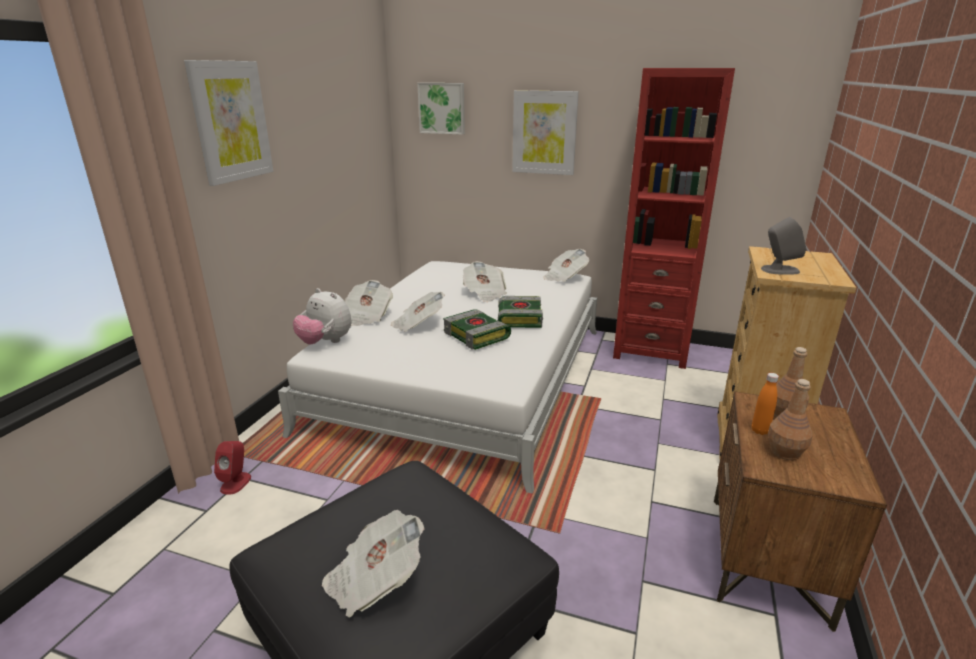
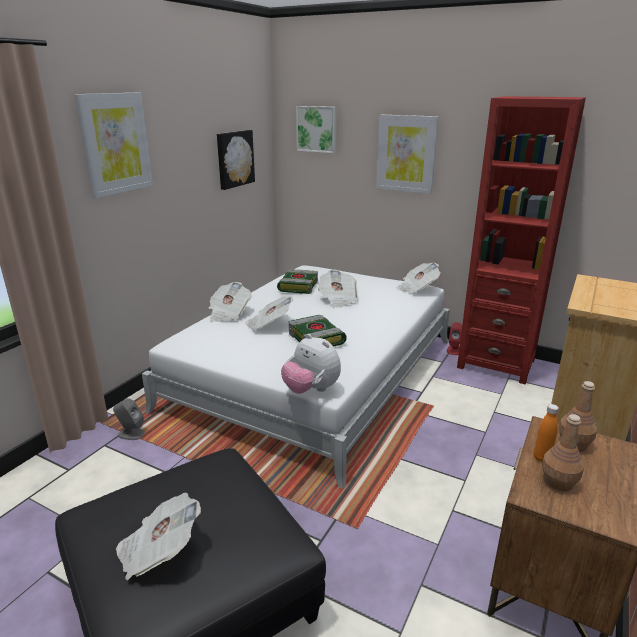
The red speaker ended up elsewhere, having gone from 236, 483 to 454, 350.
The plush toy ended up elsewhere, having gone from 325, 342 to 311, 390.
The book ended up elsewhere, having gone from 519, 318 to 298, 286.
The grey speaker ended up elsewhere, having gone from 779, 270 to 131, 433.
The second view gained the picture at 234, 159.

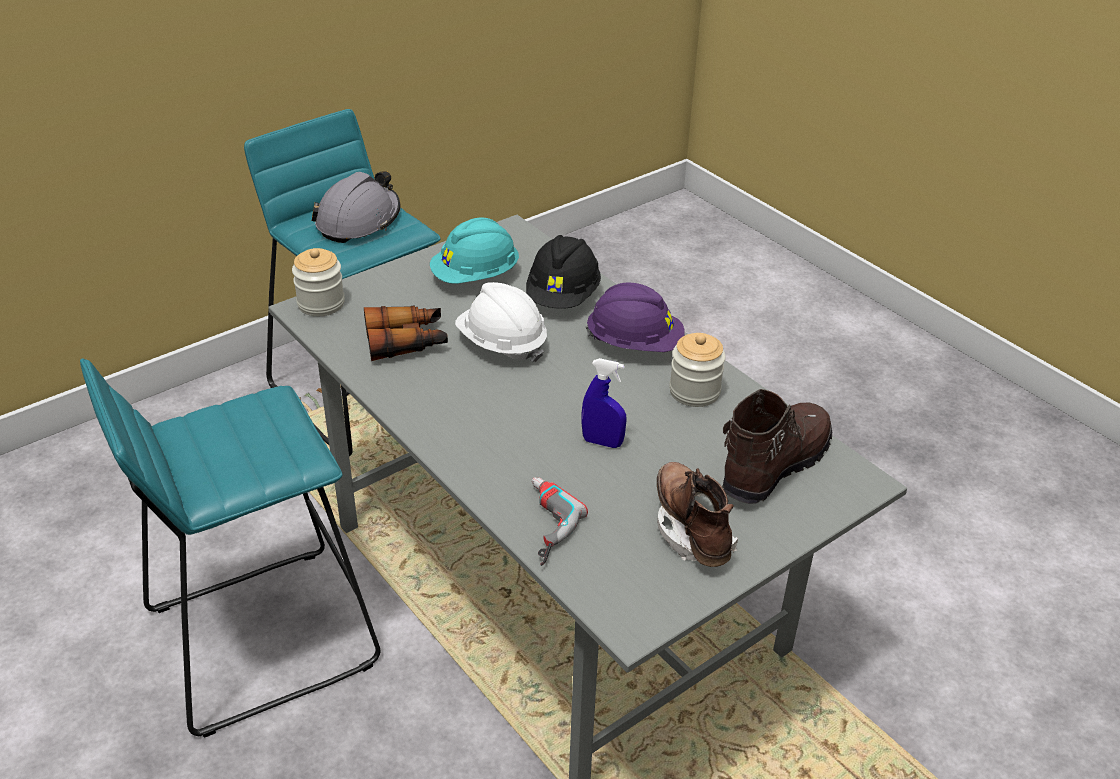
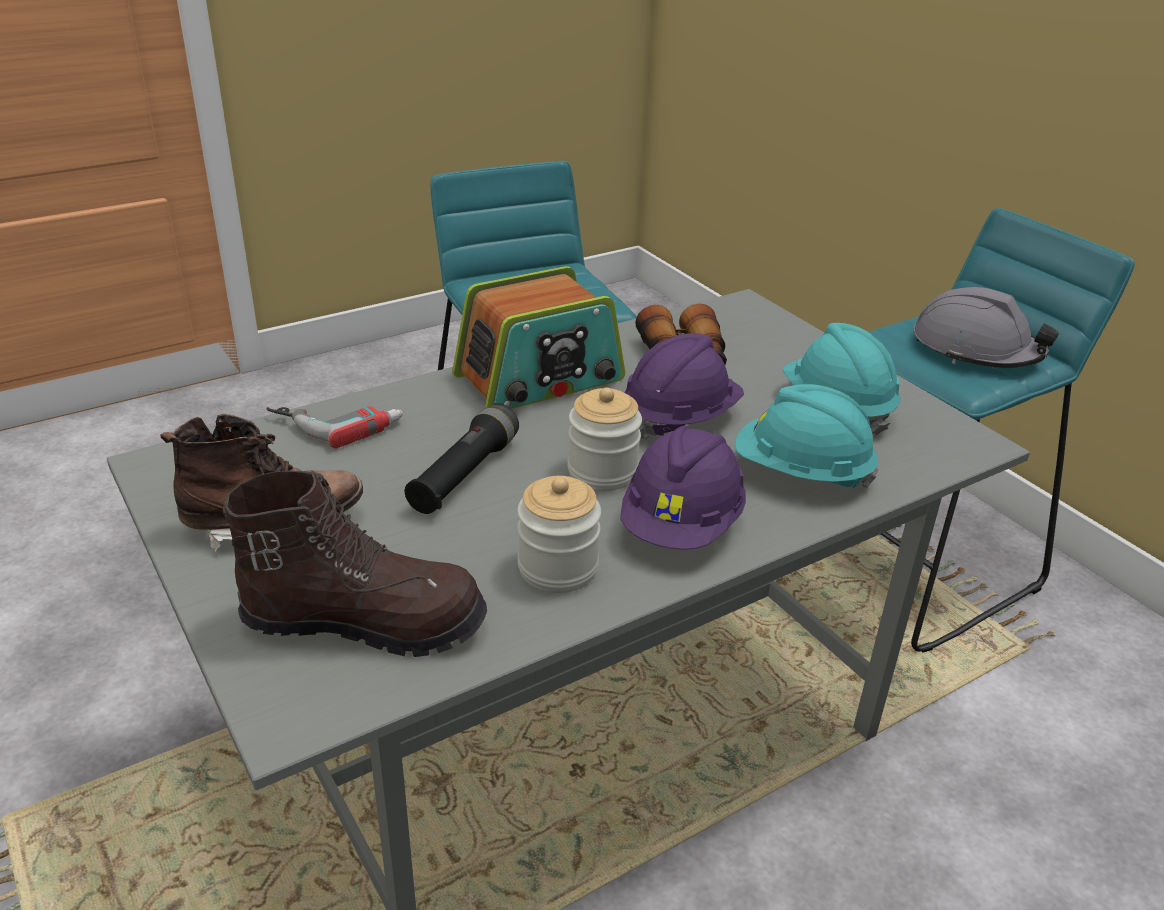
The jar ended up elsewhere, having gone from 321, 304 to 602, 472.
What was the white hard hat at 501, 344 turned into the purple hard hat at 679, 418.
What was the black hard hat at 563, 296 turned into the turquoise hard hat at 801, 473.
Where the blue spray bottle stood at 602, 442, the black flashlight came to stand at 464, 475.
The brown boot at 773, 466 ended up facing another way, 45 degrees counterclockwise from before.
The second view gained the radio at 540, 379.

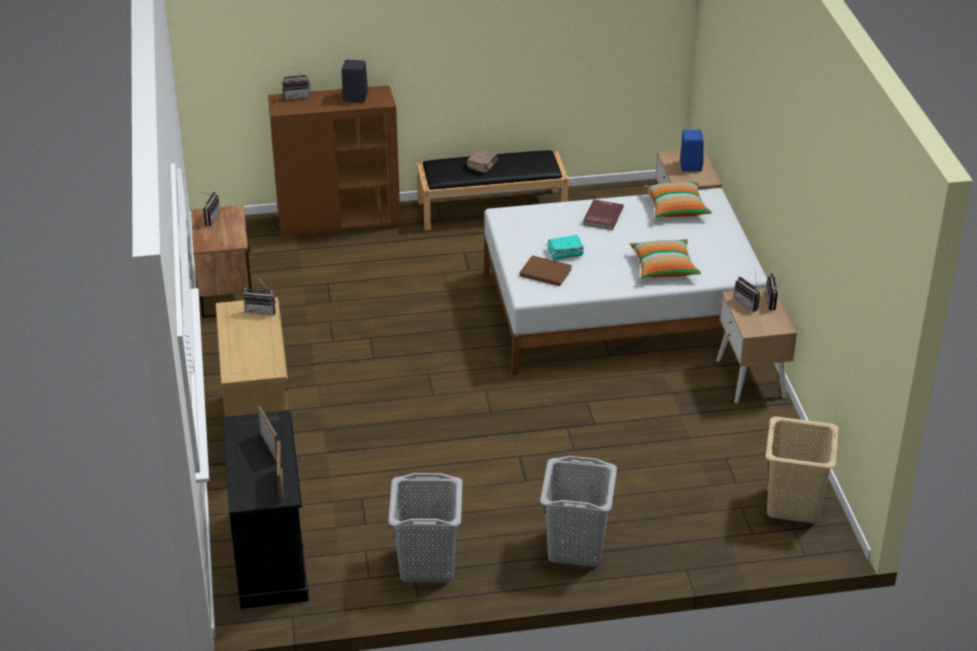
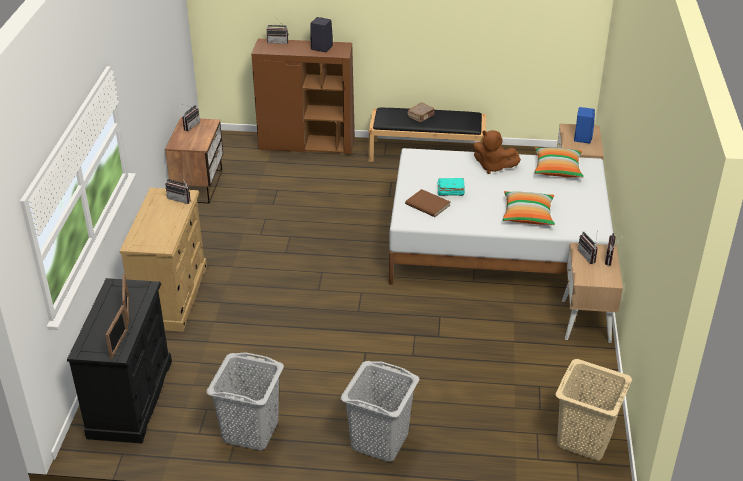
Where the red book stood at 602, 216, the brown plush toy came to stand at 493, 167.

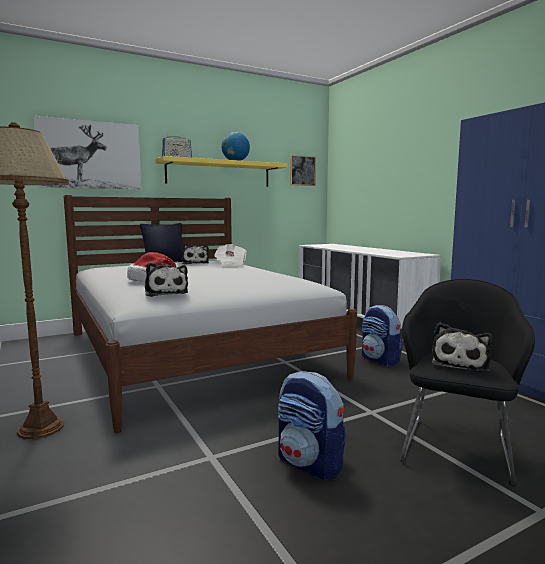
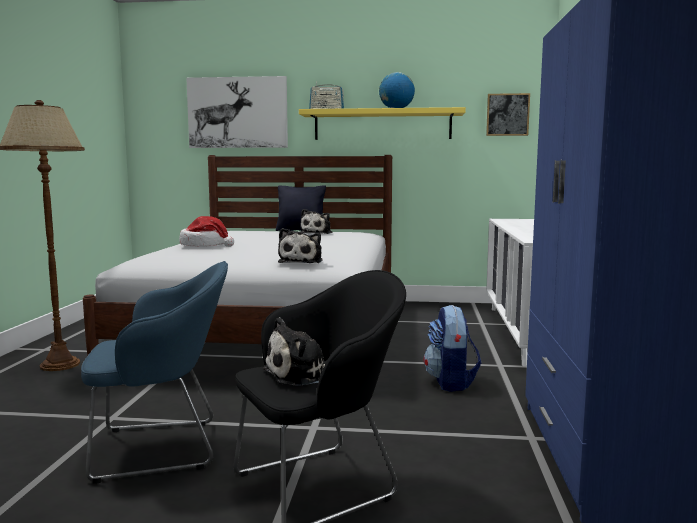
The plush toy ended up elsewhere, having gone from 166, 293 to 302, 261.
The second view lost the newspaper at 230, 264.
Where the backpack stood at 310, 464, the blue armchair came to stand at 163, 448.

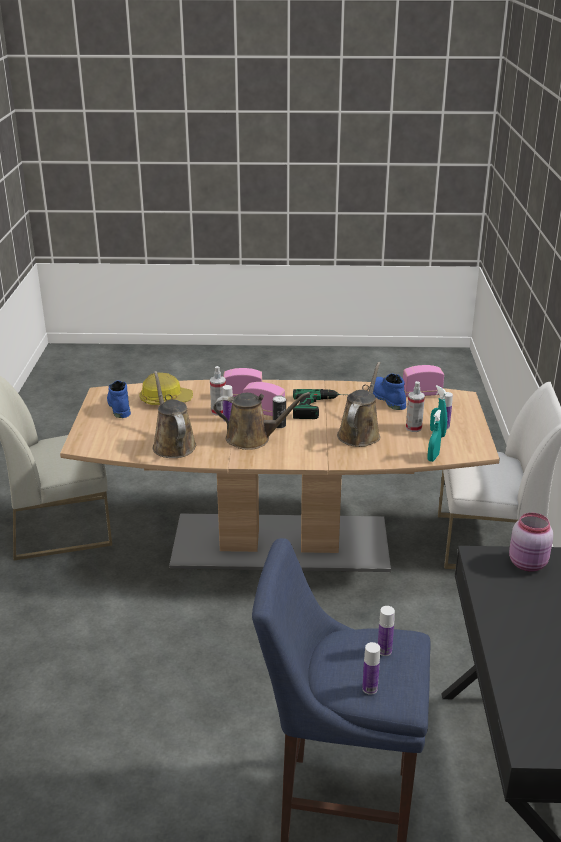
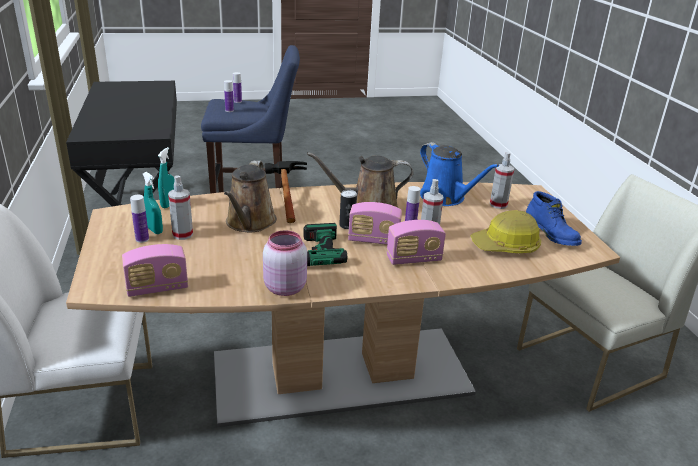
What was the brown watering can at 172, 444 turned into the blue watering can at 445, 198.
The second view lost the blue boot at 387, 398.
The pink jar ended up elsewhere, having gone from 528, 564 to 284, 287.
The second view gained the hammer at 285, 198.
The second view gained the spray bottle at 498, 204.

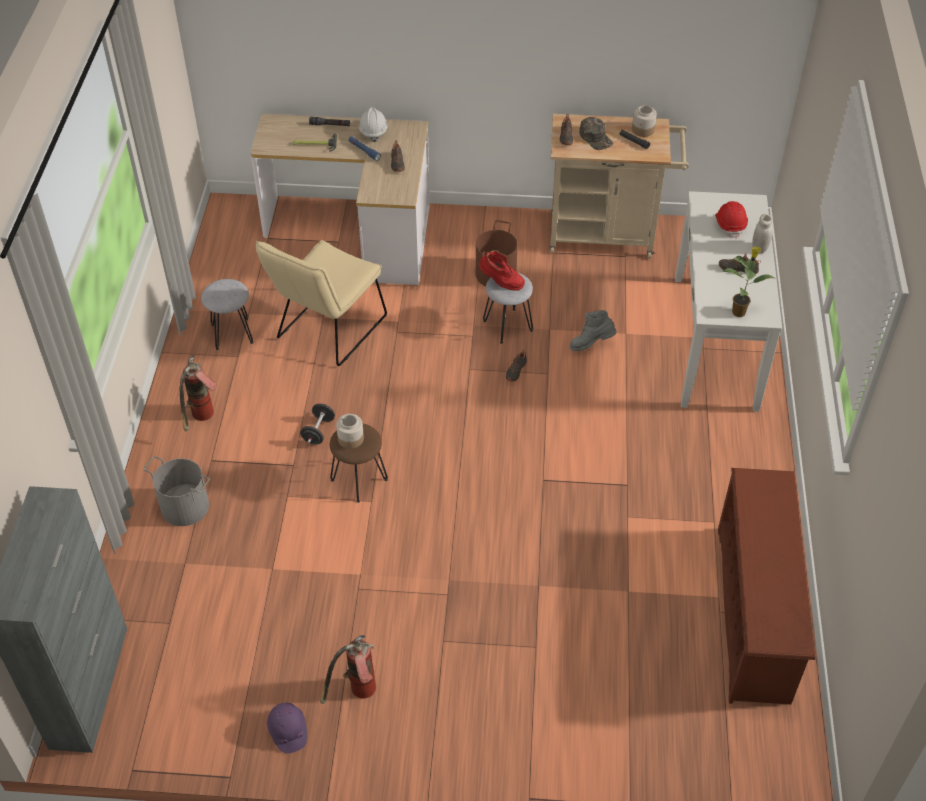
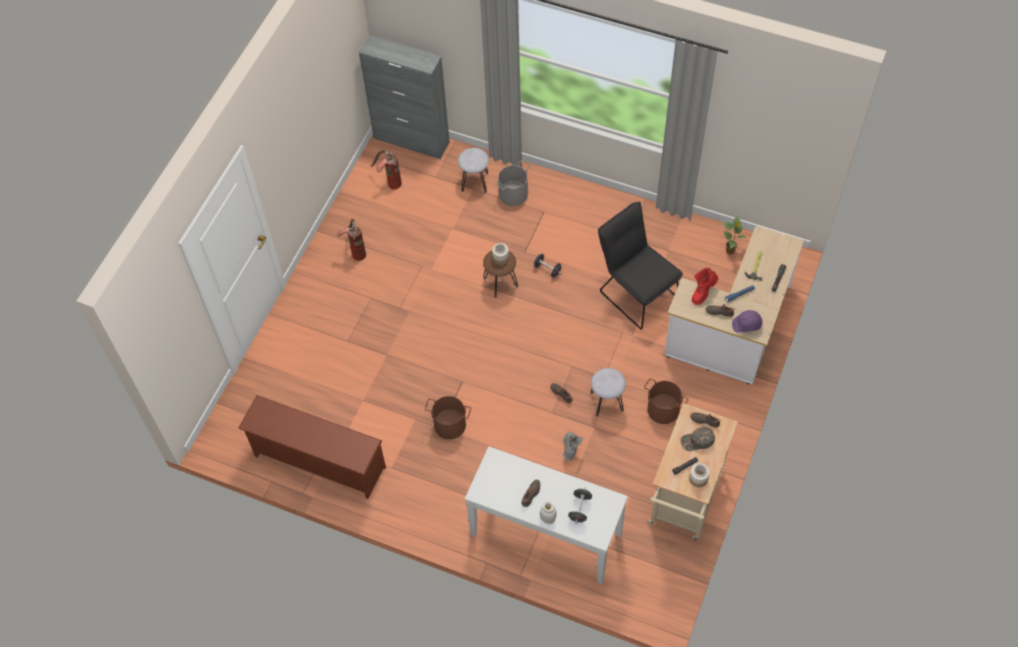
The fire extinguisher ended up elsewhere, having gone from 202, 419 to 389, 182.
The grey stool ended up elsewhere, having gone from 232, 333 to 475, 182.
What was the beige chair at 327, 331 turned into the black chair at 635, 292.
The purple hard hat ended up elsewhere, having gone from 288, 731 to 746, 325.
The second view lost the white hard hat at 373, 131.
The red boot ended up elsewhere, having gone from 500, 282 to 703, 292.
Where the red hard hat stood at 730, 225, the black dumbbell came to stand at 580, 509.
The potted plant ended up elsewhere, having gone from 739, 311 to 730, 251.
The second view gained the brown bucket at 450, 425.

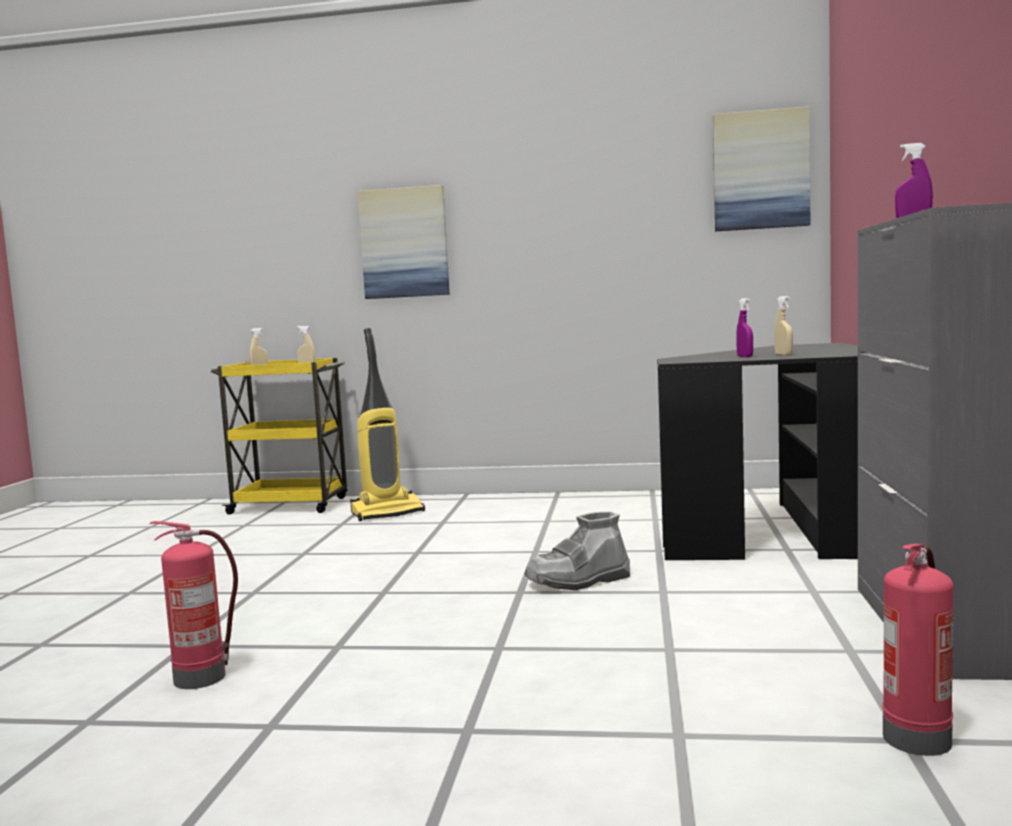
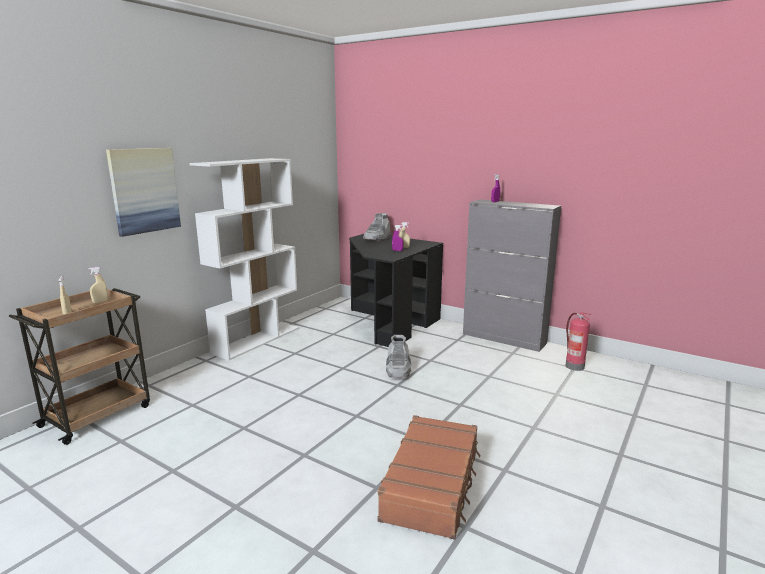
Where the fire extinguisher stood at 203, 677, the brown suitcase came to stand at 432, 484.
What was the yellow cart at 291, 506 turned into the brown cart at 98, 415.
The second view lost the vacuum cleaner at 387, 512.
The second view lost the picture at 760, 170.
The second view gained the white bookcase at 257, 340.
The second view gained the grey boot at 377, 239.

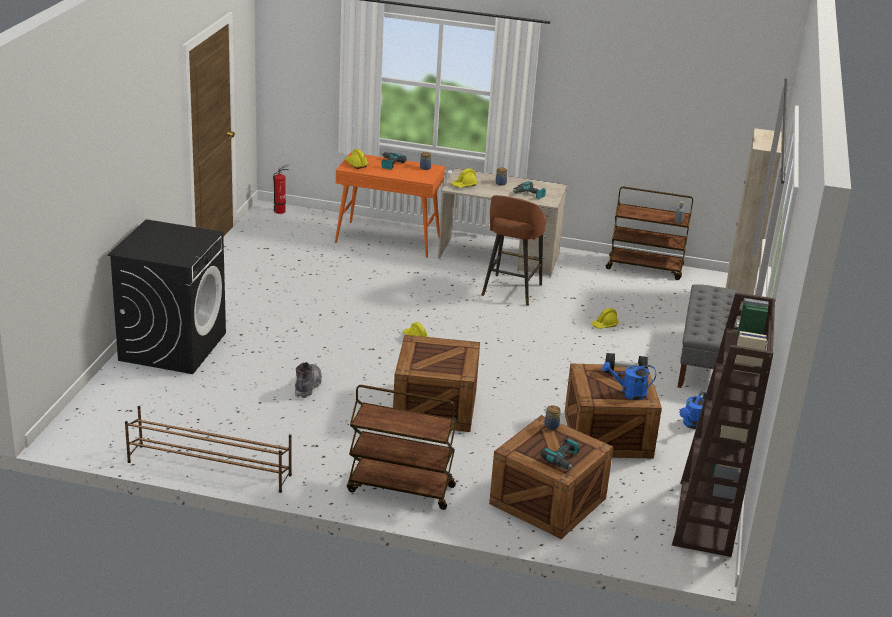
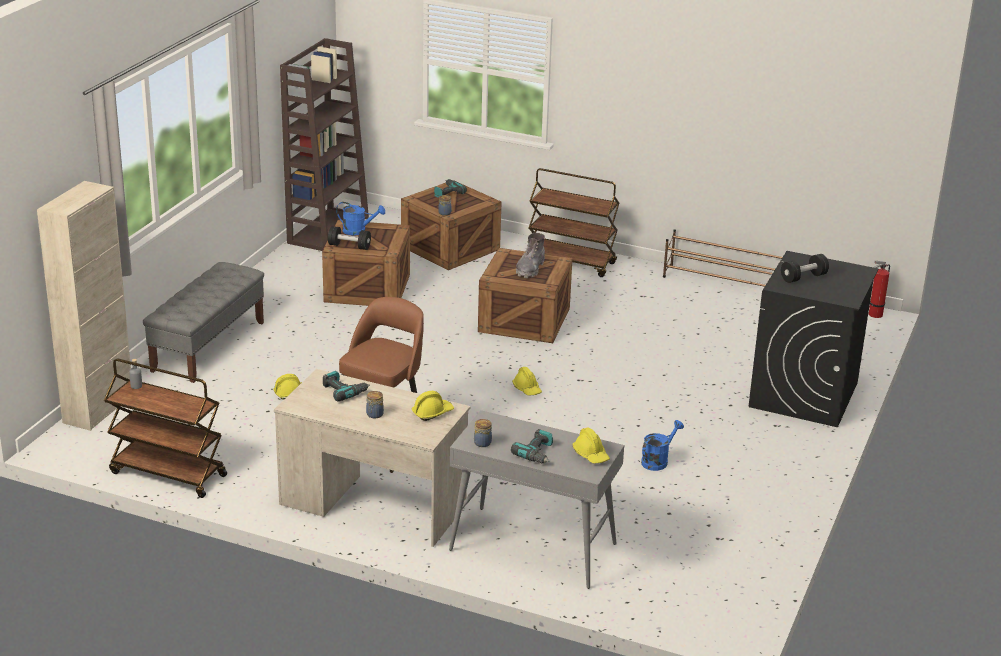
The fire extinguisher ended up elsewhere, having gone from 281, 211 to 874, 315.
The grey boot ended up elsewhere, having gone from 308, 386 to 530, 269.
What was the orange console table at 388, 239 turned into the grey console table at 532, 547.
The blue watering can ended up elsewhere, having gone from 692, 425 to 658, 461.
The second view gained the black dumbbell at 803, 277.

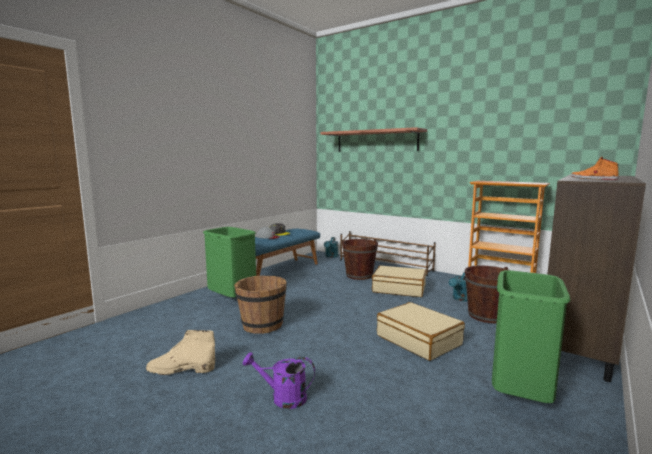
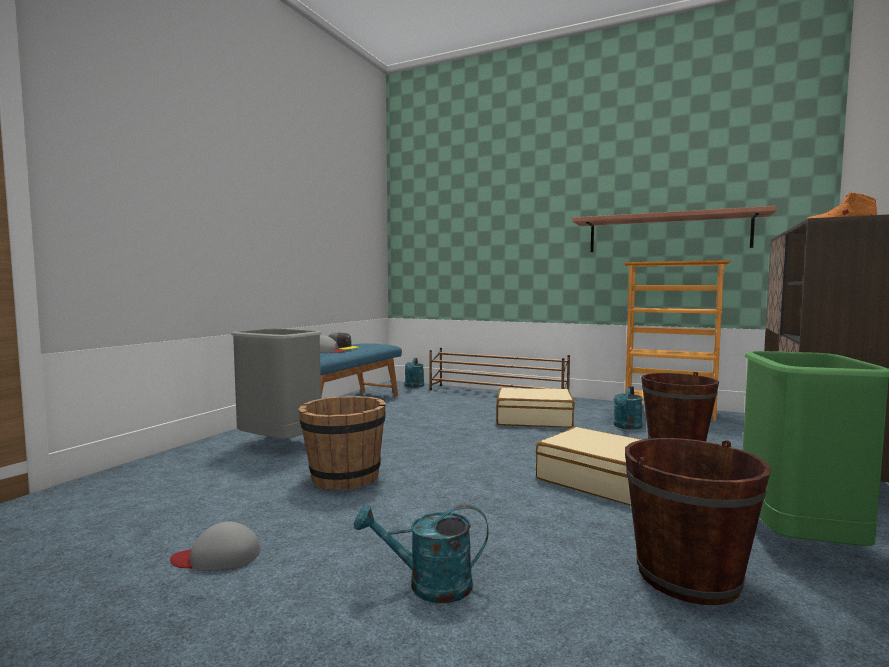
Where the beige boot stood at 180, 370, the grey cap came to stand at 217, 557.
What was the green trash can at 233, 299 turned into the grey trash can at 281, 445.
What was the purple watering can at 282, 398 turned into the turquoise watering can at 428, 585.
The shelf ended up elsewhere, having gone from 376, 141 to 667, 233.
The brown bucket ended up elsewhere, having gone from 359, 275 to 688, 576.

